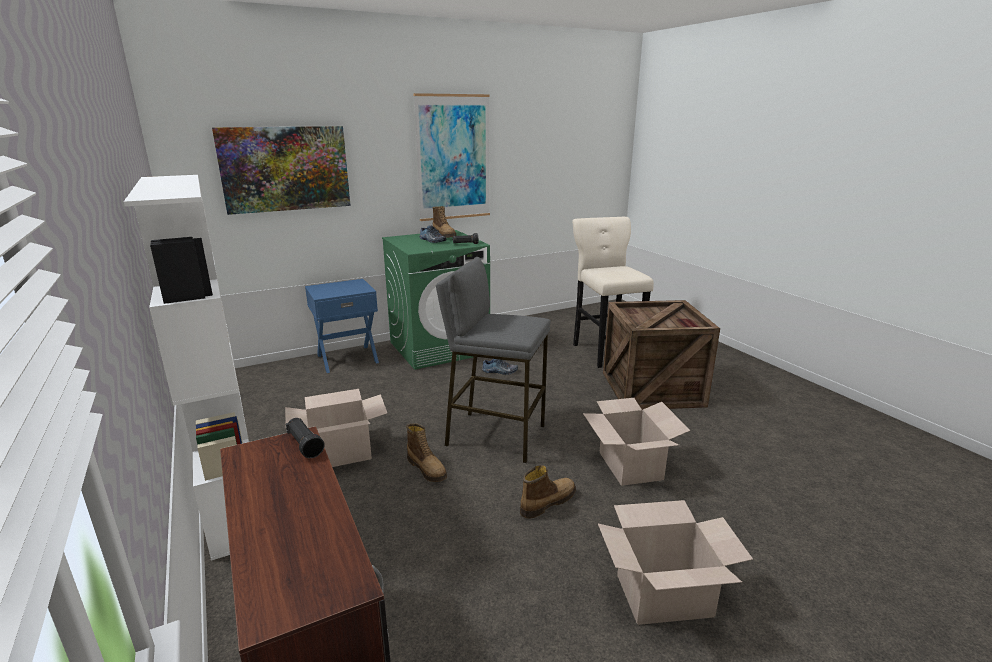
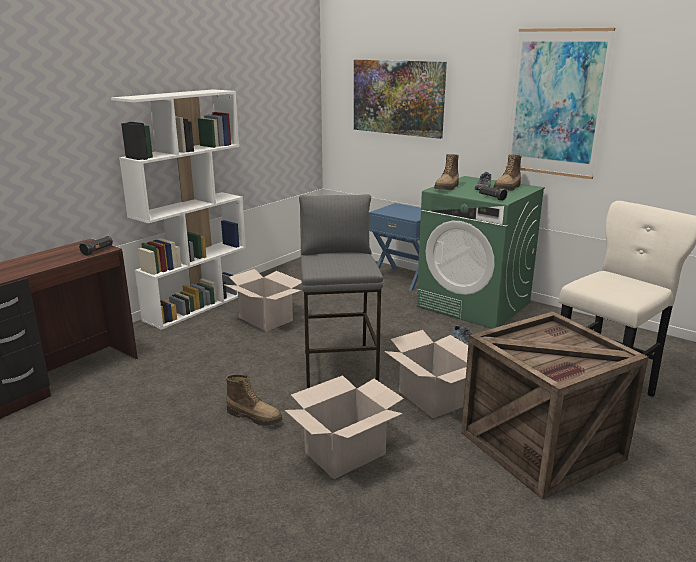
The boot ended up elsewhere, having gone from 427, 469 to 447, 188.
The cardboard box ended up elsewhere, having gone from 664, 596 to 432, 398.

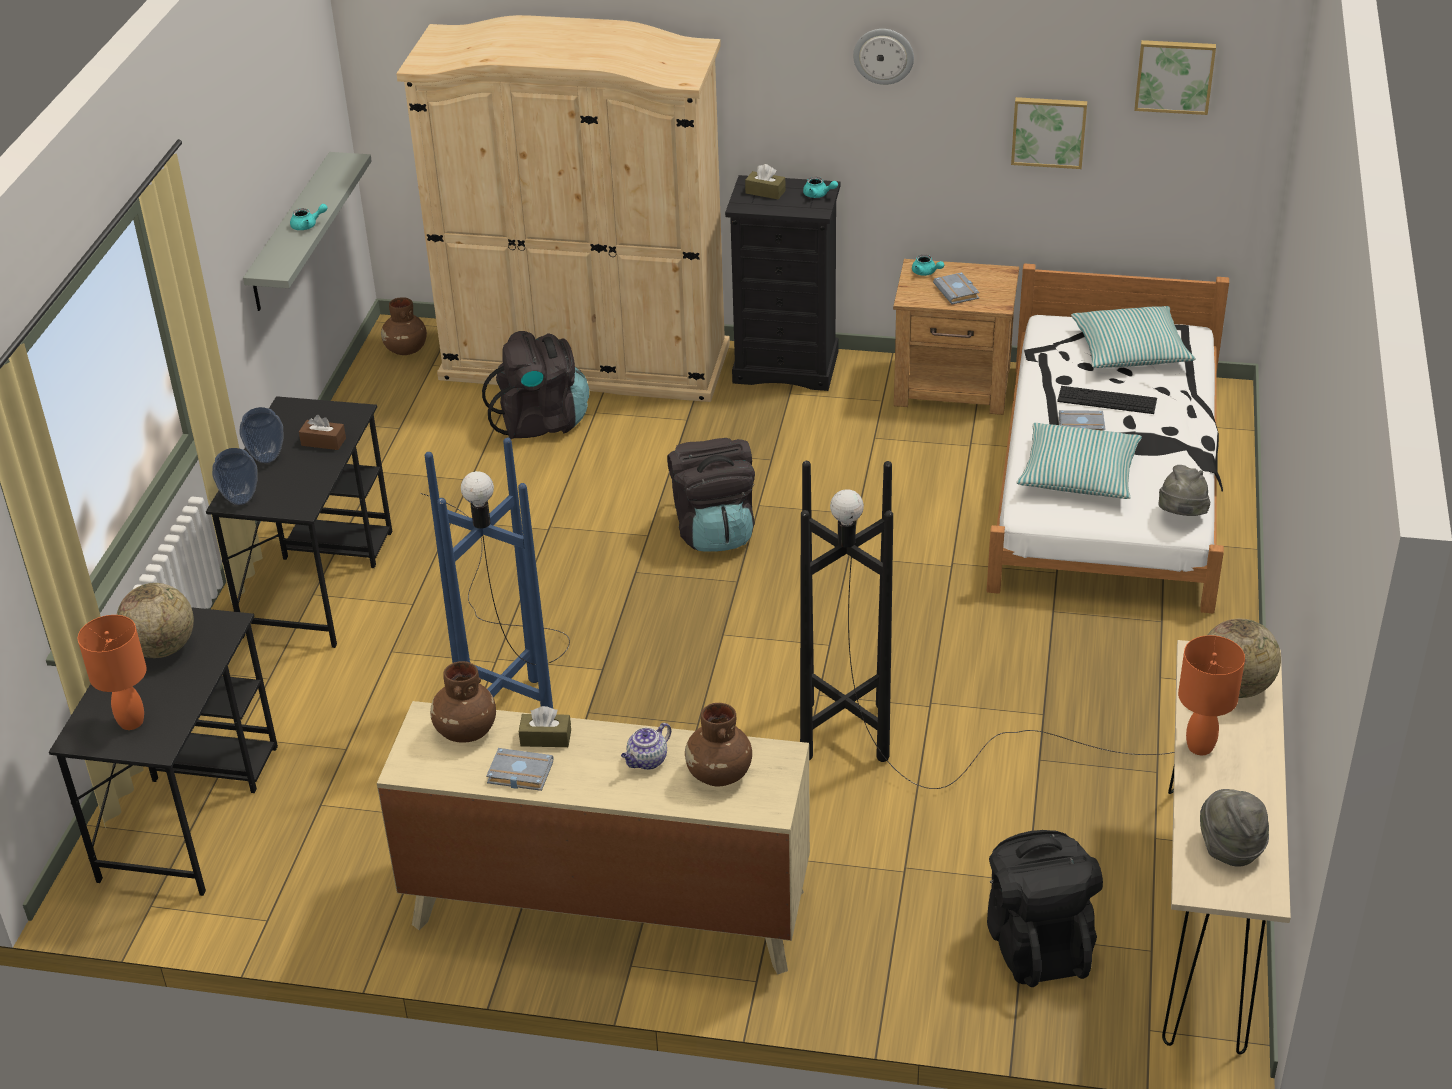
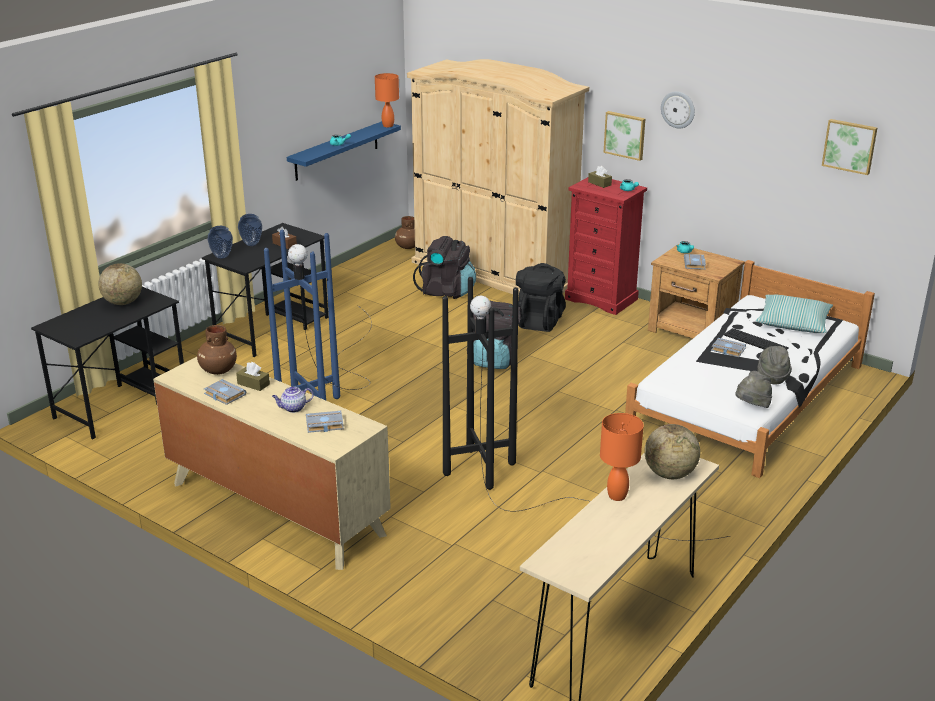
The orange table lamp ended up elsewhere, having gone from 131, 721 to 388, 125.
What was the grey shelf at 291, 232 turned into the blue shelf at 337, 151.
Where the brown vase stood at 719, 774, the grey book came to stand at 324, 425.
What was the black dresser at 786, 367 turned into the red dresser at 601, 299.
The black backpack ended up elsewhere, having gone from 1037, 943 to 539, 321.
The picture ended up elsewhere, having gone from 1049, 131 to 625, 135.
The second view lost the pillow at 1078, 474.
The grey hat ended up elsewhere, having gone from 1230, 847 to 771, 377.

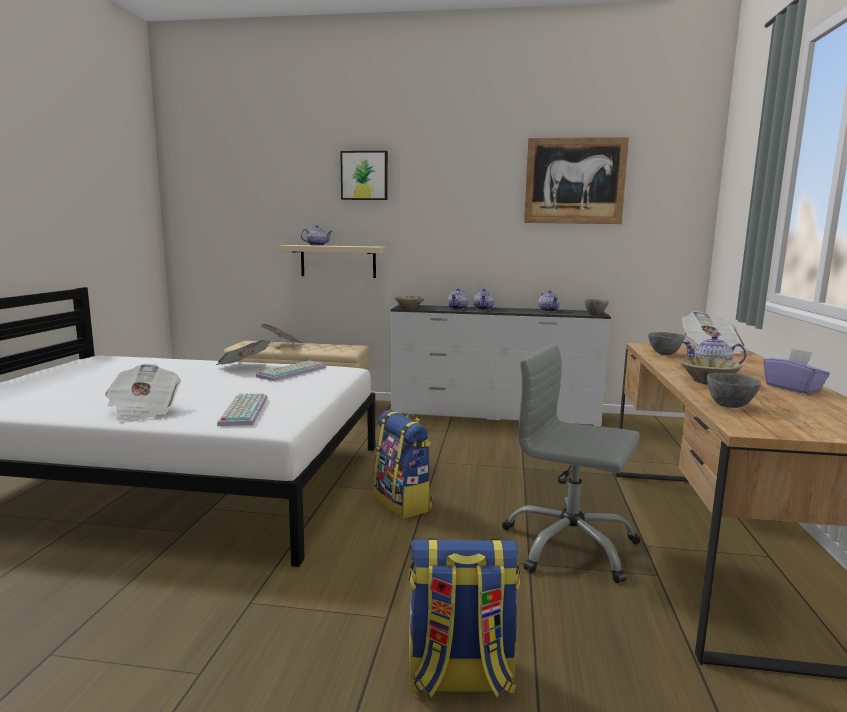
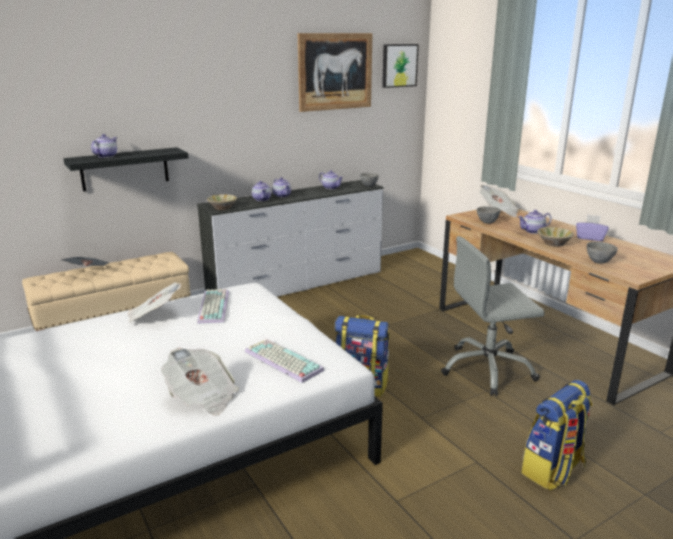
What was the beige shelf at 338, 261 turned into the black shelf at 125, 169.
The picture ended up elsewhere, having gone from 364, 175 to 399, 65.

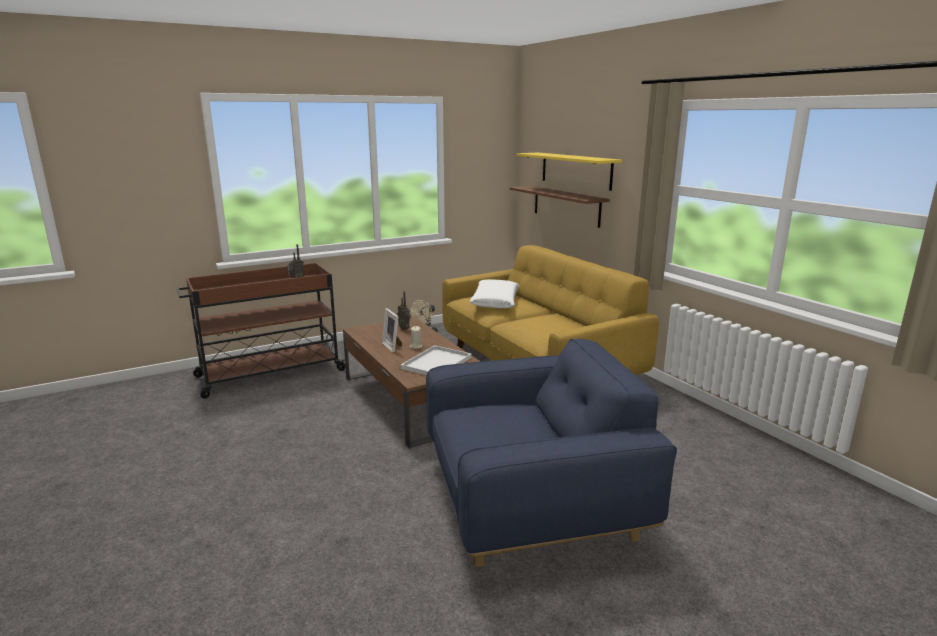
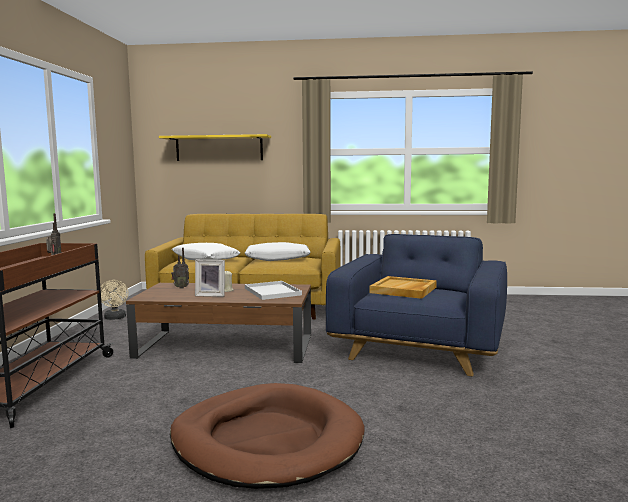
The second view lost the brown shelf at 566, 205.
The second view gained the brown dog bed at 266, 441.
The second view gained the white pillow at 277, 259.
The second view gained the beige tray at 404, 290.

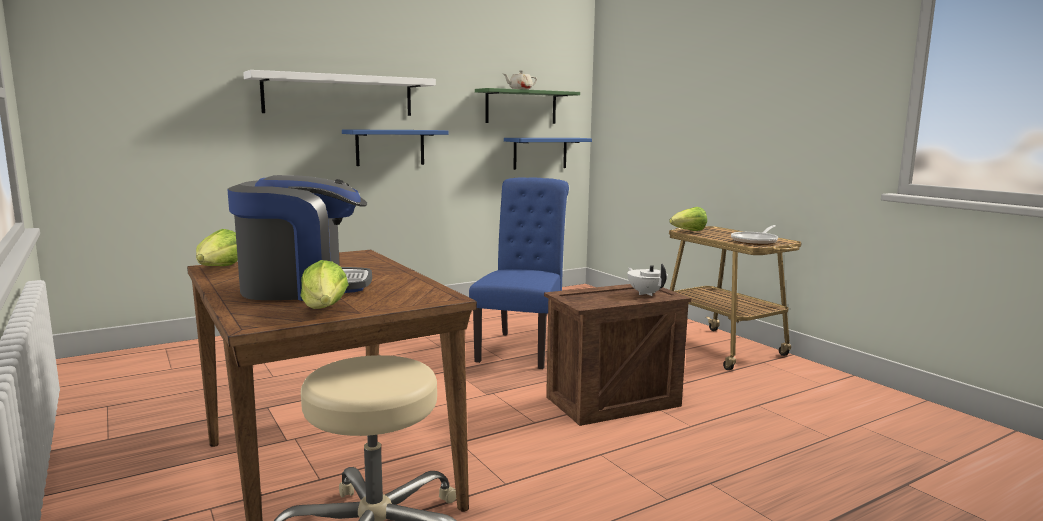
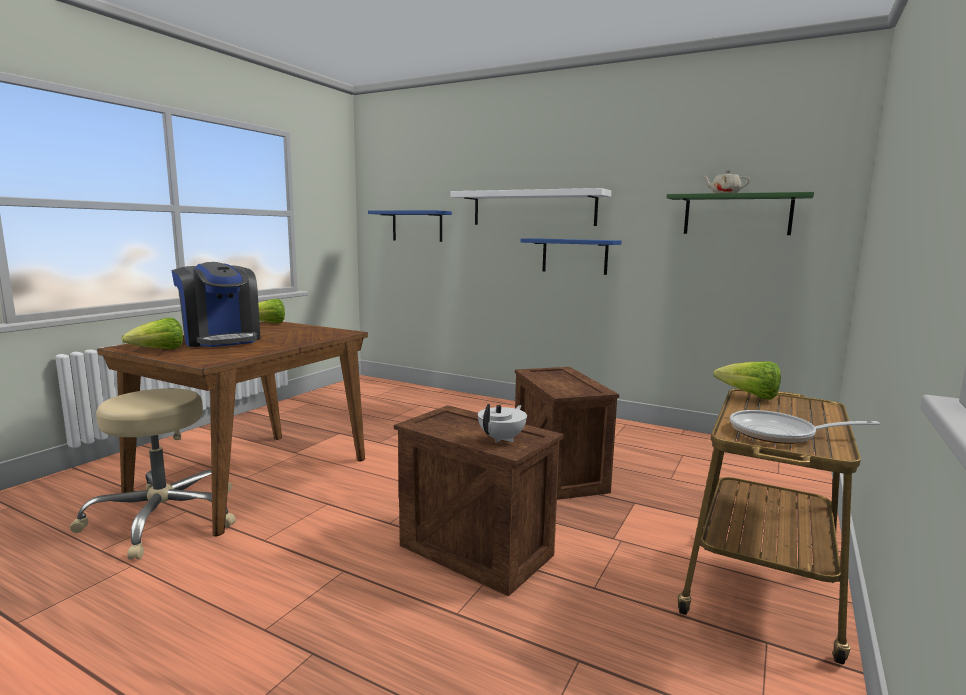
Where the blue chair stood at 522, 347, the crate came to stand at 560, 474.
The blue shelf ended up elsewhere, having gone from 540, 153 to 417, 226.

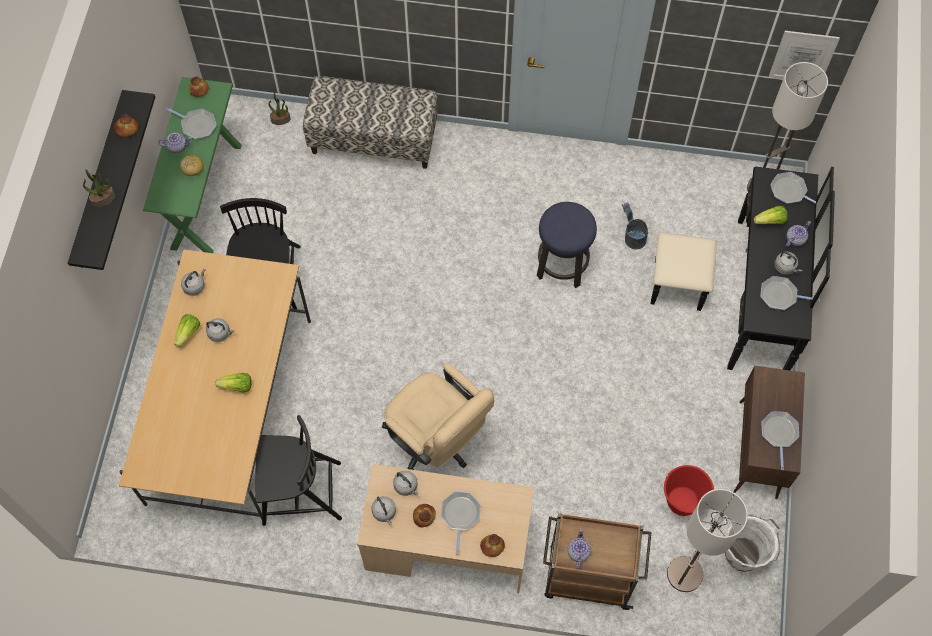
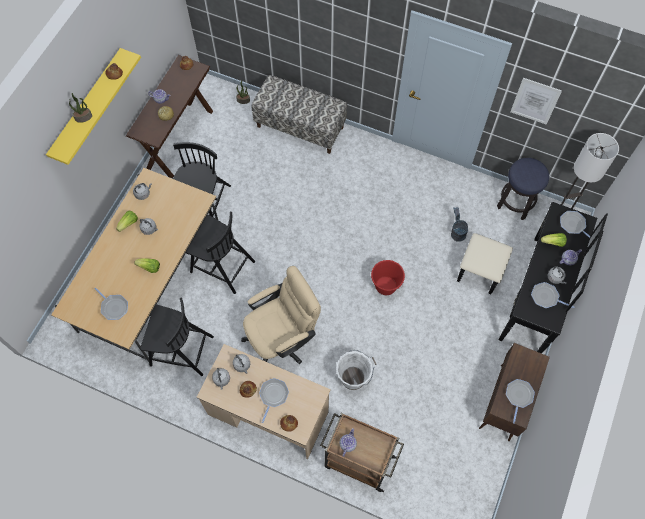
What was the black shelf at 100, 182 turned into the yellow shelf at 87, 106.
What was the green console table at 206, 196 turned into the brown console table at 180, 139.
The frying pan ended up elsewhere, having gone from 197, 125 to 114, 307.
The beige office chair at 437, 441 ended up facing another way, 90 degrees counterclockwise from before.
The stool ended up elsewhere, having gone from 562, 265 to 516, 203.
The red bucket ended up elsewhere, having gone from 682, 501 to 385, 286.
The second view lost the floor lamp at 684, 574.
The white bucket ended up elsewhere, having gone from 743, 553 to 354, 378.
The picture ended up elsewhere, having gone from 803, 56 to 535, 101.
The second view gained the black chair at 221, 266.

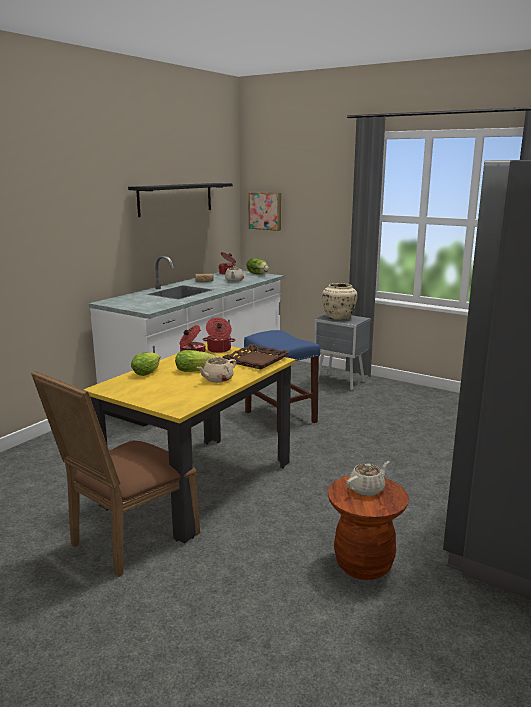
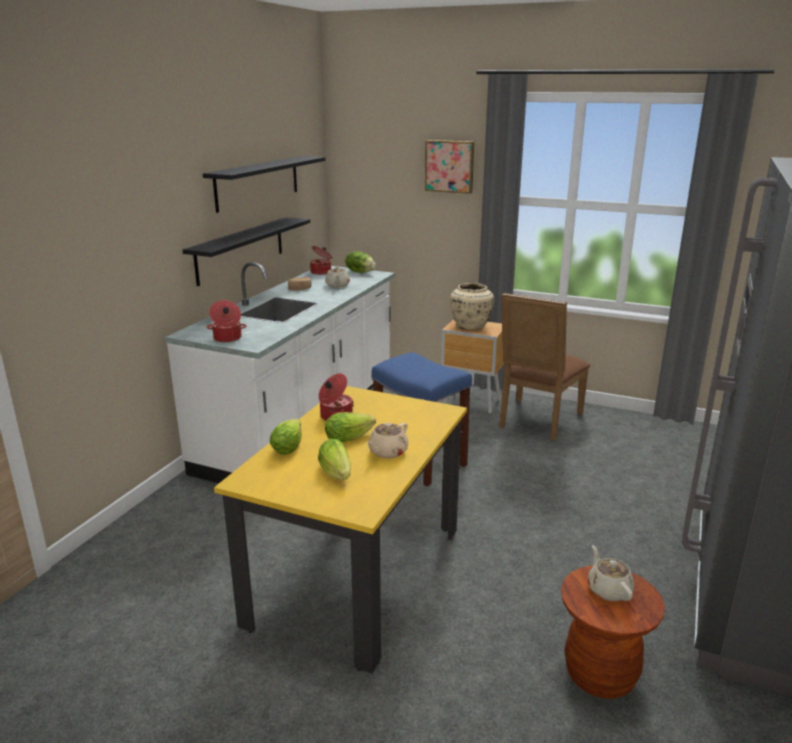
The brown chair ended up elsewhere, having gone from 127, 540 to 536, 421.
The cooking pot ended up elsewhere, having gone from 219, 350 to 227, 338.
The second view lost the brown tray at 256, 360.
The picture ended up elsewhere, having gone from 265, 211 to 449, 166.
What was the grey nightstand at 340, 382 turned into the brown nightstand at 472, 403.
The beige teapot at 367, 489 ended up facing another way, 60 degrees counterclockwise from before.
The second view gained the black shelf at 240, 250.
The second view gained the lettuce at 337, 474.

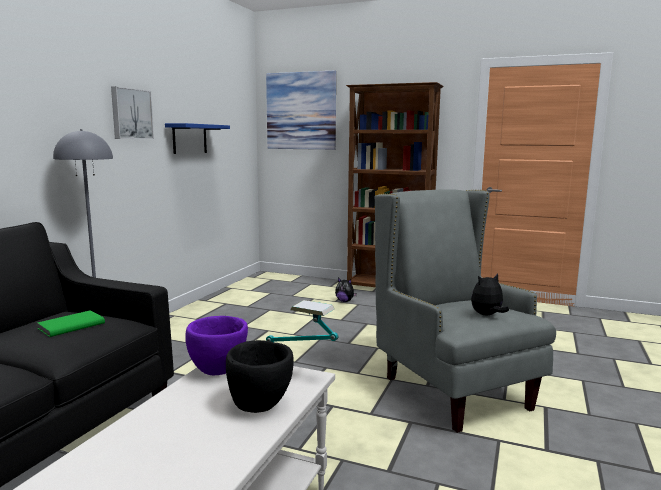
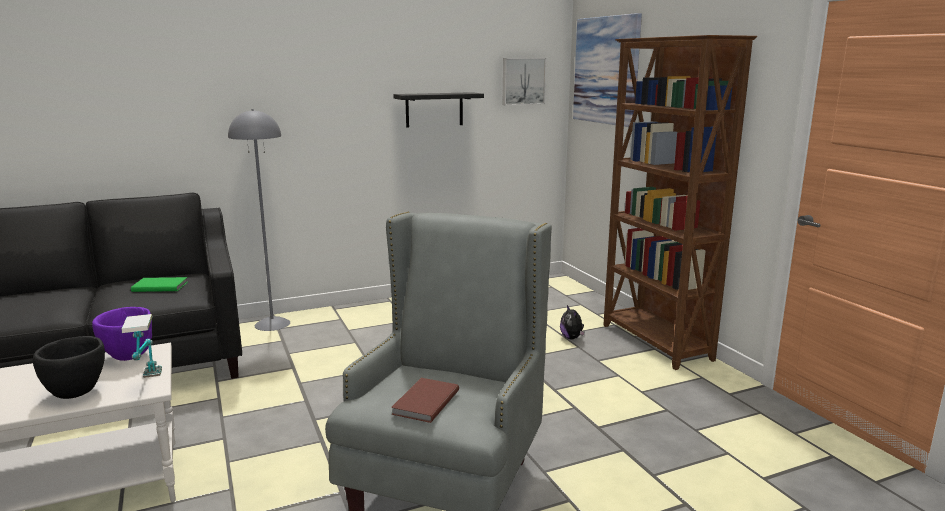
The picture ended up elsewhere, having gone from 131, 114 to 523, 81.
What was the blue shelf at 189, 139 turned into the black shelf at 434, 109.
Where the plush toy stood at 487, 315, the brown book came to stand at 424, 402.

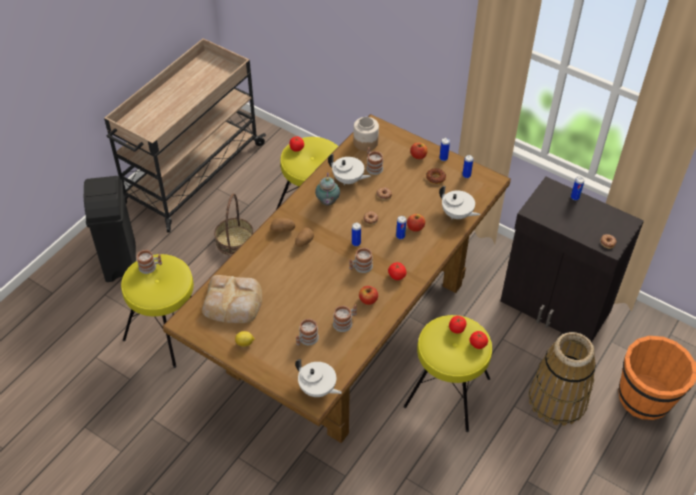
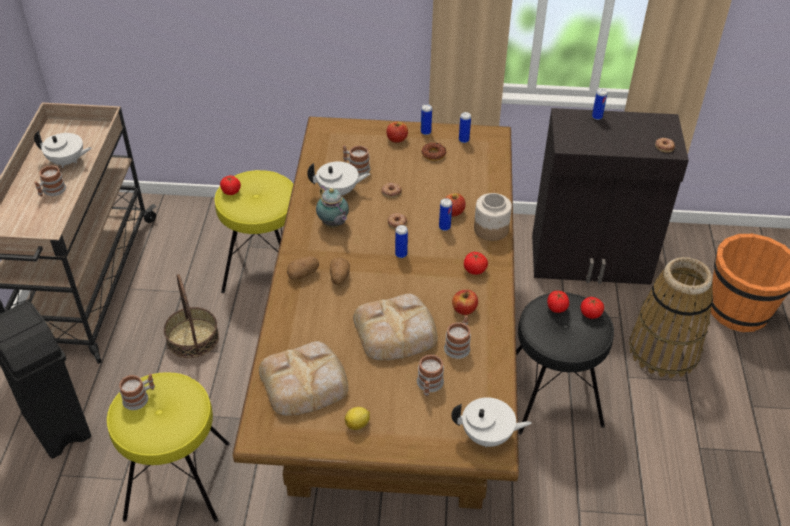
The mug ended up elsewhere, having gone from 360, 267 to 51, 191.
The jar ended up elsewhere, having gone from 365, 142 to 490, 229.
What was the yellow stool at 447, 393 turned into the black stool at 553, 396.
The white teapot ended up elsewhere, having gone from 457, 214 to 67, 161.
The second view gained the bread at 397, 332.

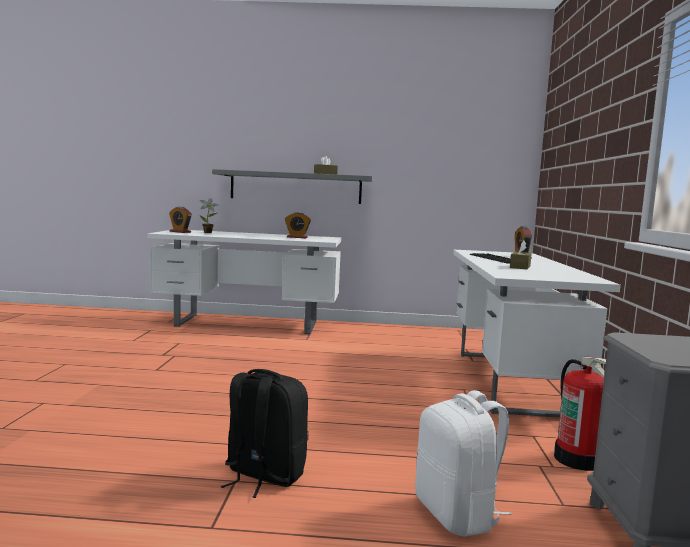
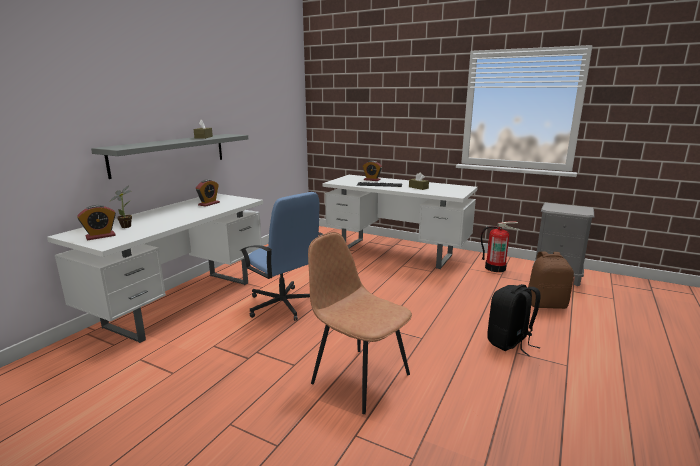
What was the white backpack at 458, 515 turned into the brown backpack at 546, 304.
The second view gained the blue office chair at 283, 305.
The second view gained the brown chair at 359, 377.

